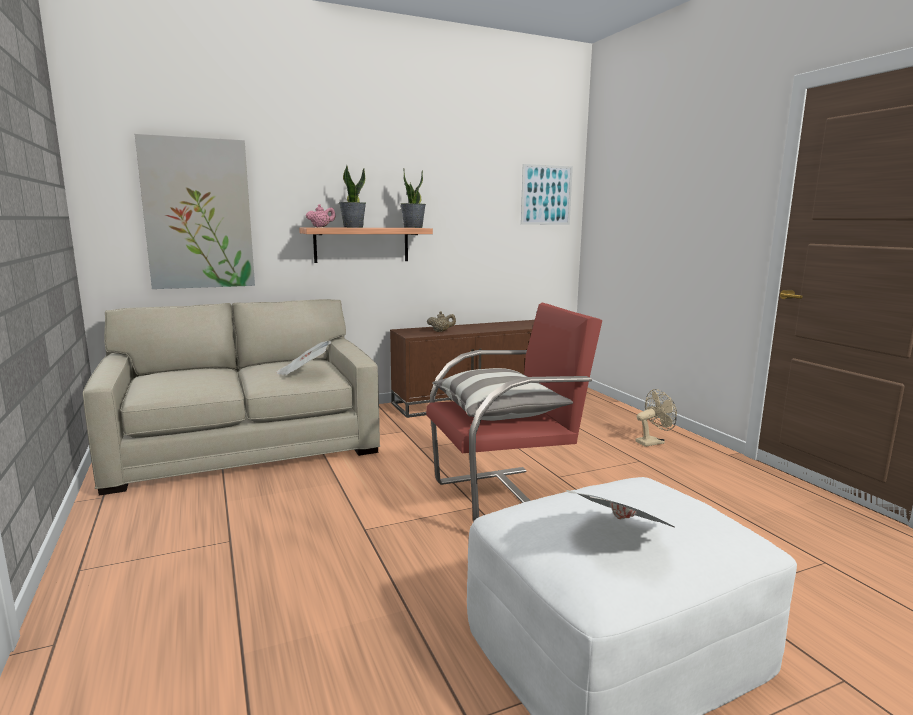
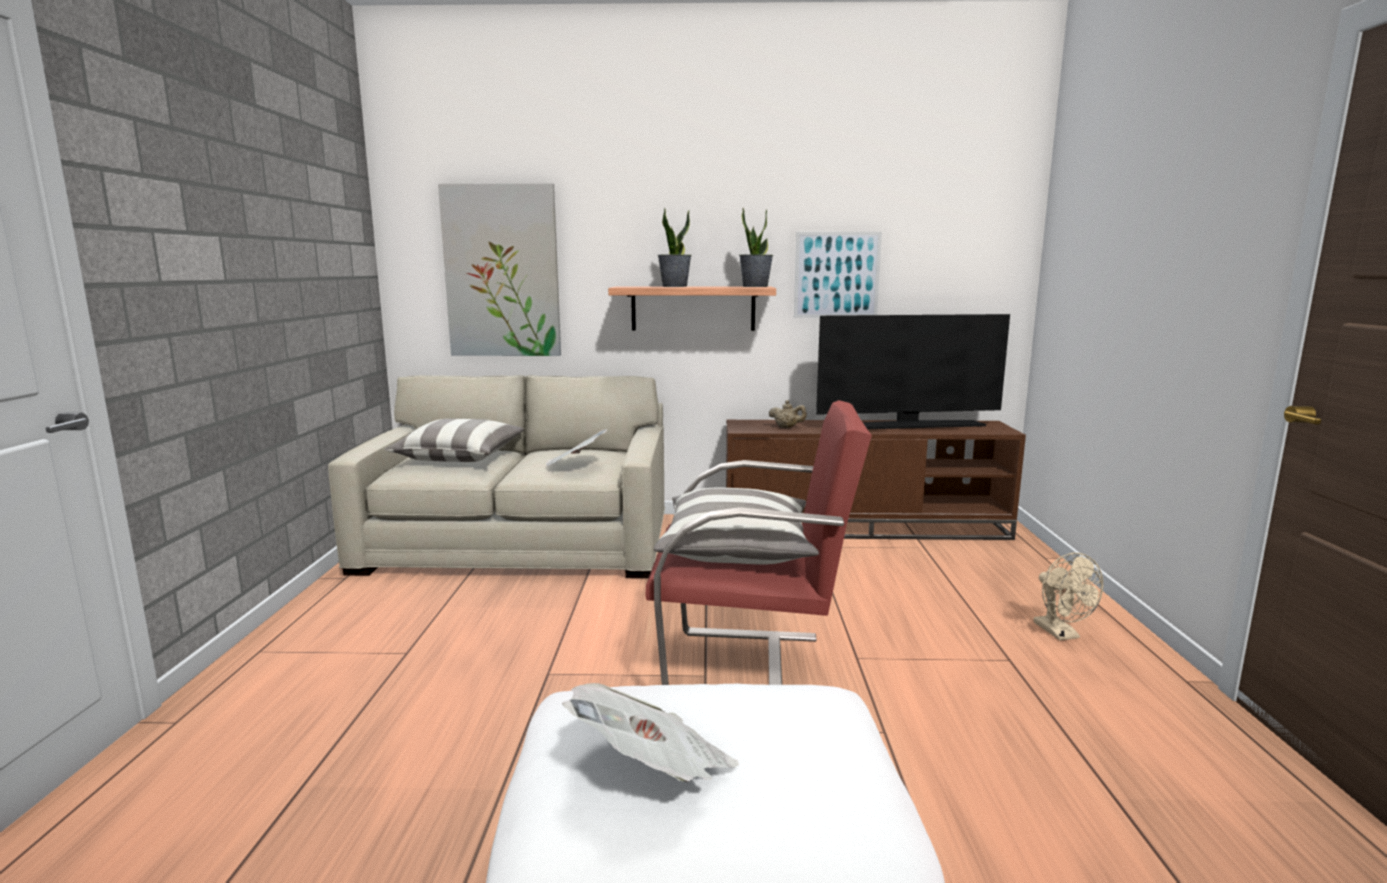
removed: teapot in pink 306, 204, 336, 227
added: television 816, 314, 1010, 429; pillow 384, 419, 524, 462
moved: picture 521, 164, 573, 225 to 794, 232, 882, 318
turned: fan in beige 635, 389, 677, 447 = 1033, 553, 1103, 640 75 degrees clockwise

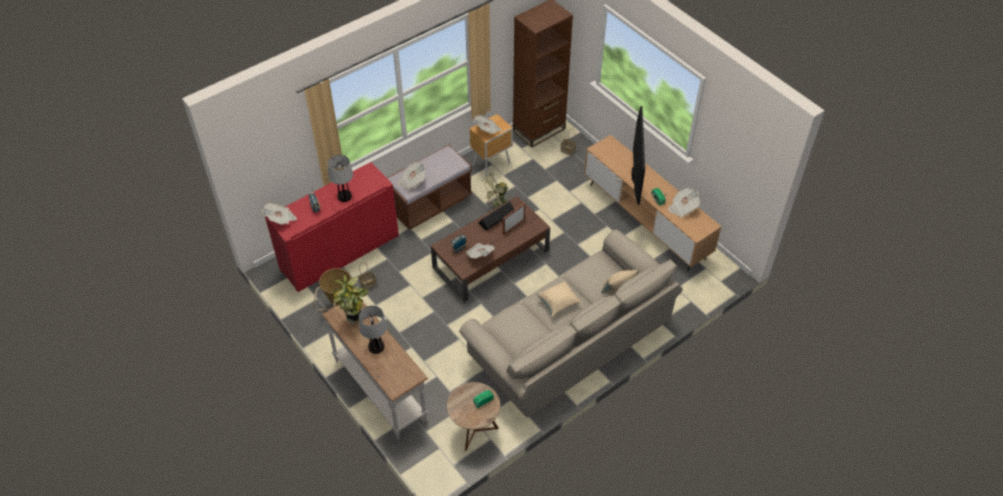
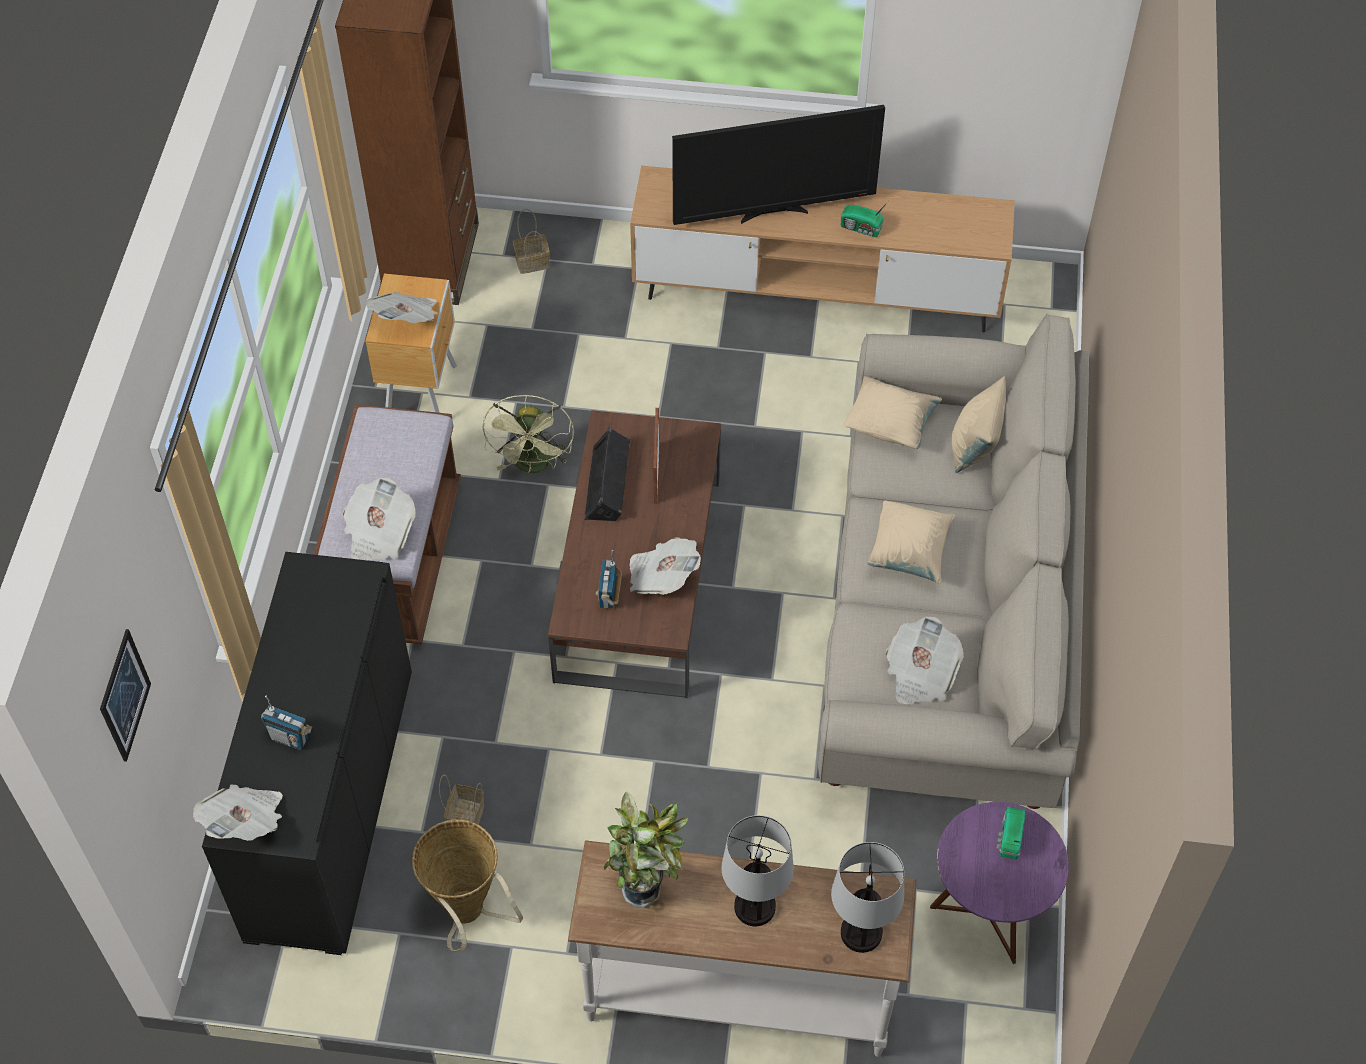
added: pillow in beige 843, 376, 942, 449; picture 100, 629, 151, 762
moved: table lamp 328, 155, 353, 202 to 831, 842, 904, 953; newspaper 668, 188, 700, 218 to 886, 616, 964, 704
recoloured: cabinet in red 265, 162, 399, 292 to cabinet in black 202, 552, 412, 955; side table in brown 447, 382, 500, 451 to side table in purple 930, 802, 1069, 964
turned: television 632, 106, 645, 205 = 672, 105, 885, 225 120 degrees clockwise

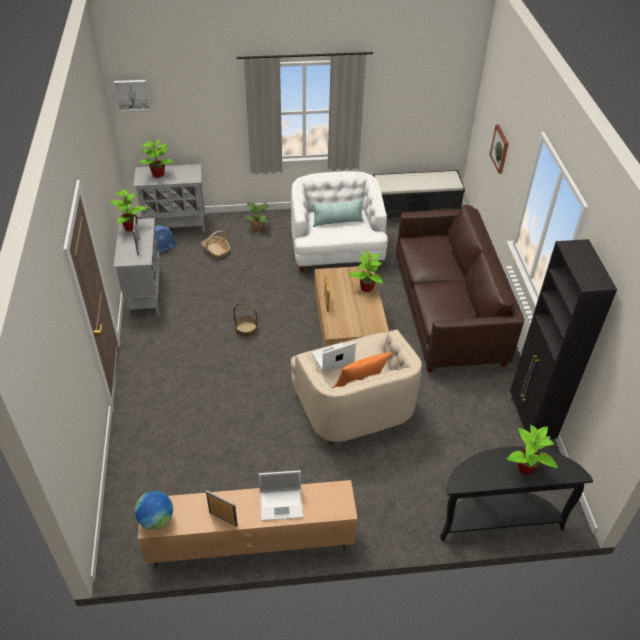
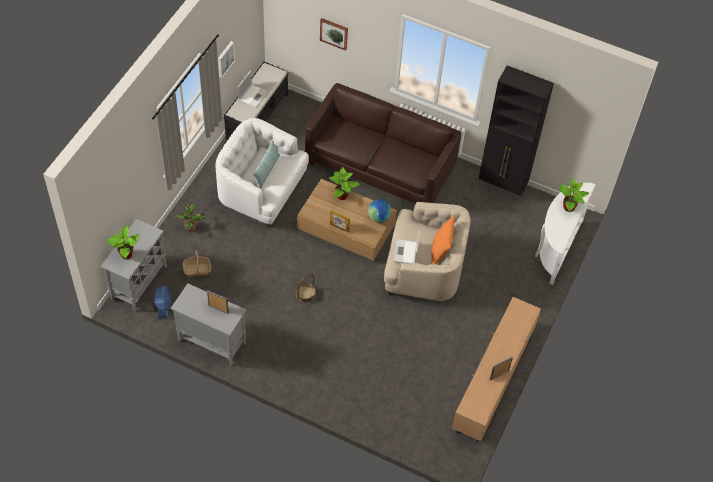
removed: potted plant 109, 188, 148, 232
moved: picture 114, 80, 150, 111 to 218, 41, 235, 78; laptop 259, 470, 303, 521 to 237, 71, 268, 108; globe 135, 491, 173, 530 to 368, 199, 391, 223
recoloured: console table in black 440, 446, 593, 541 to console table in white 535, 183, 596, 285

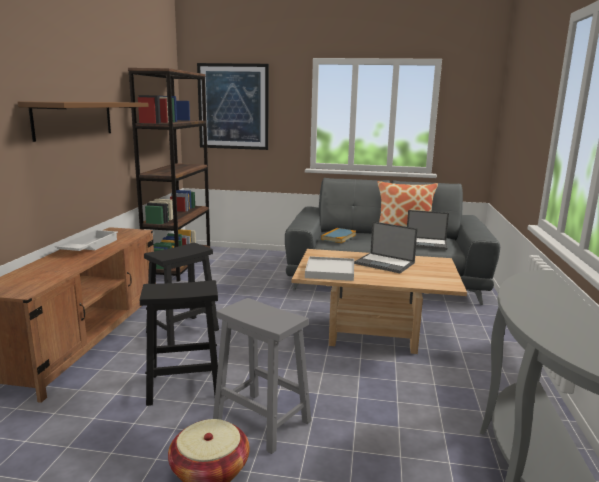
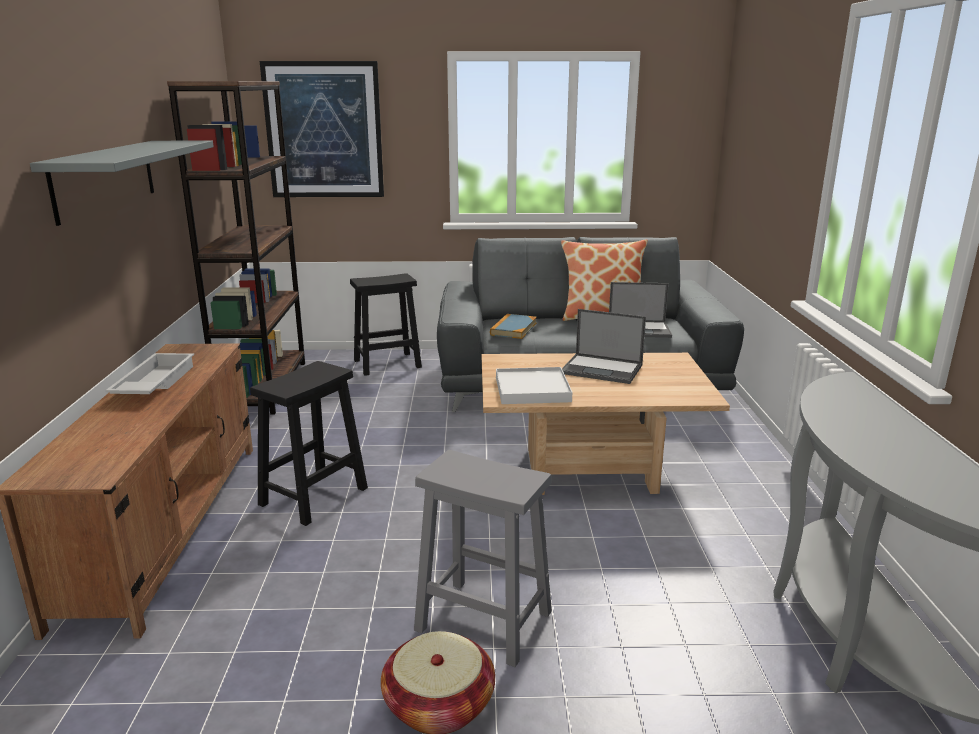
moved: stool in black 140, 280, 218, 406 to 350, 273, 422, 376
recoloured: shelf in brown 18, 102, 149, 142 to shelf in grey 30, 141, 214, 226

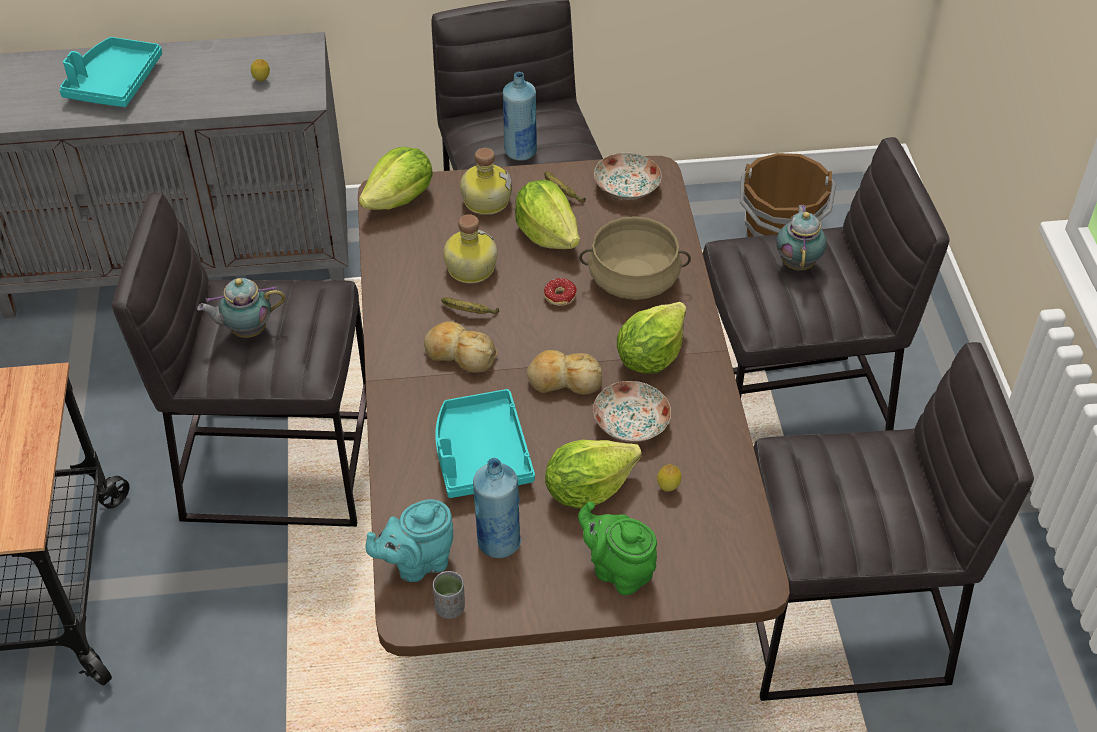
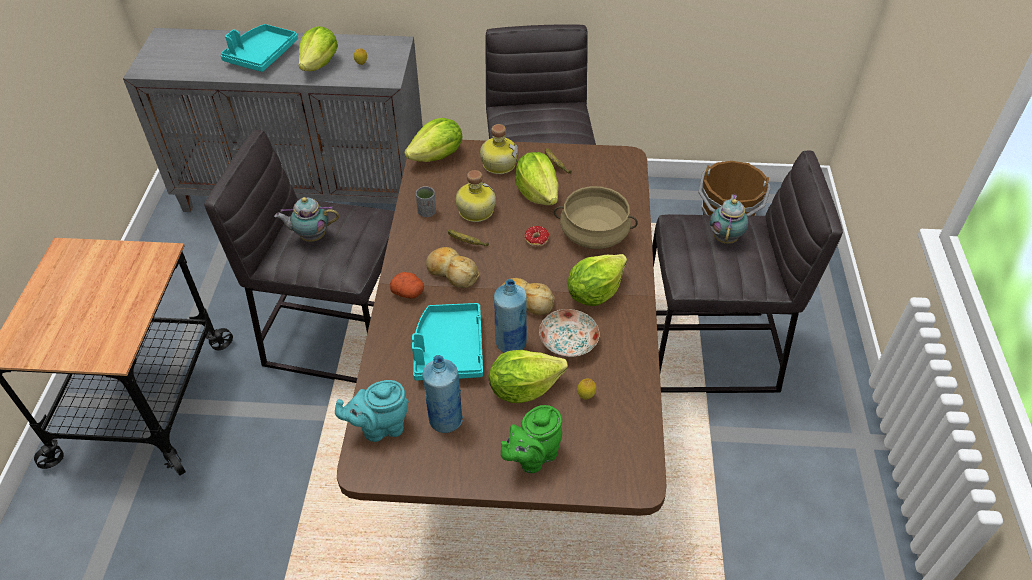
removed: plate 594, 153, 662, 200; stool in grey 754, 342, 1034, 701
added: lettuce 299, 26, 338, 71; potato 390, 272, 424, 298
moved: bottle in blue 503, 72, 537, 161 to 494, 279, 527, 353; cup in grey 433, 571, 465, 619 to 416, 186, 436, 217
turned: teapot in green 578, 501, 657, 595 = 501, 405, 562, 473 90 degrees counterclockwise

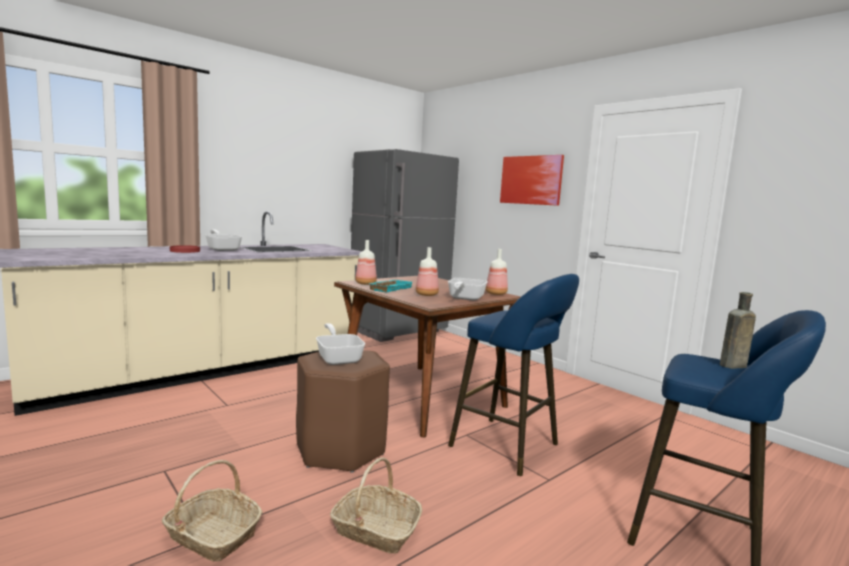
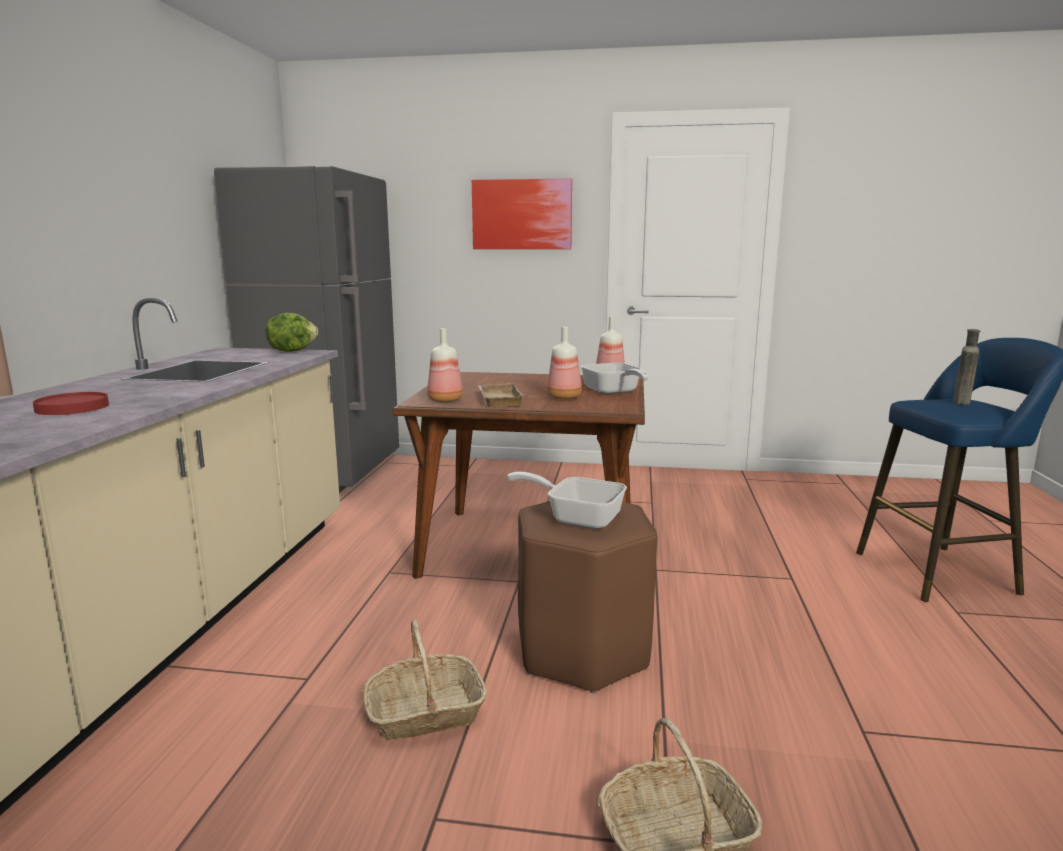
removed: frying pan 205, 229, 242, 251; stool in blue 448, 274, 579, 476
added: lettuce 266, 313, 318, 352
moved: basket 330, 457, 422, 554 to 363, 619, 487, 741
recoloured: tray in turquoise 368, 280, 412, 292 to tray in beige 478, 383, 524, 407

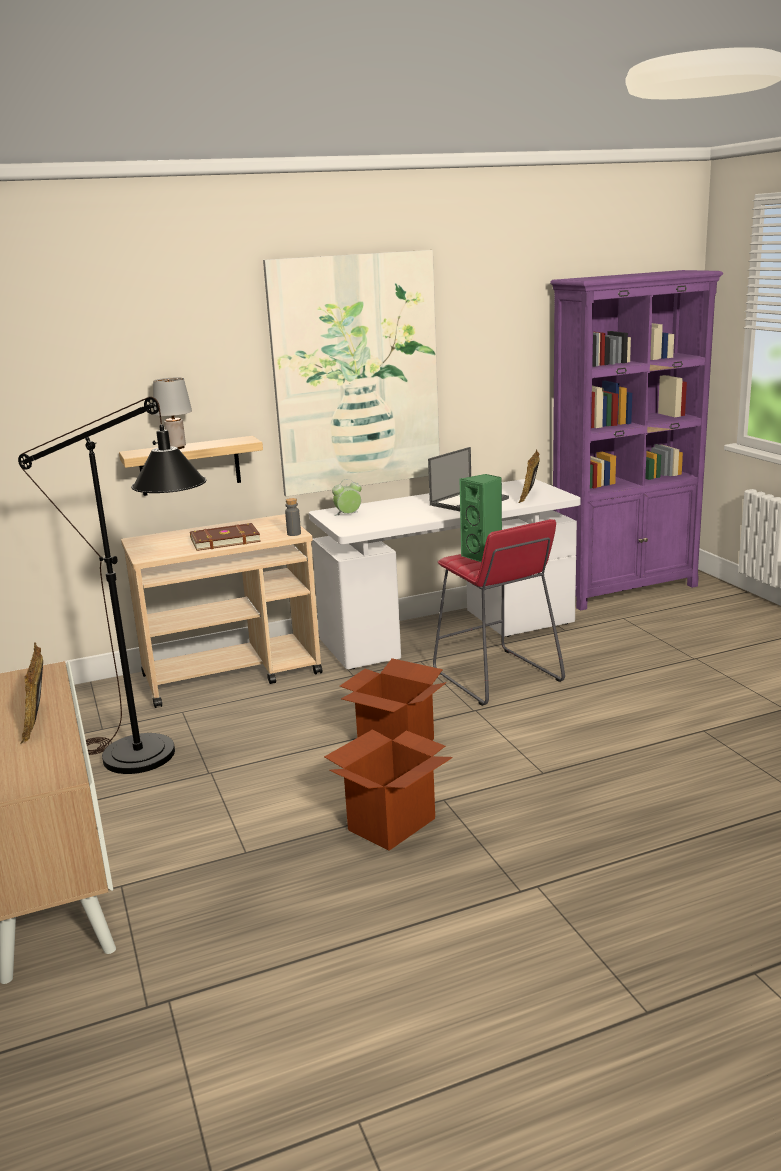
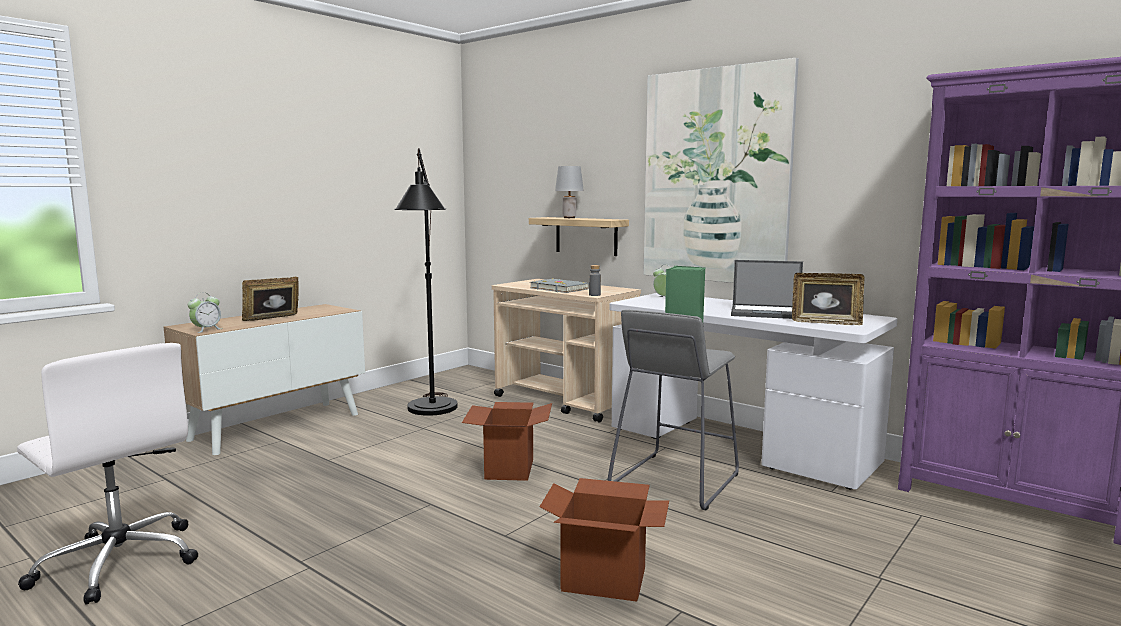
added: alarm clock 188, 292, 222, 333; office chair in white 17, 343, 198, 605
moved: cardboard box 324, 729, 453, 851 to 540, 478, 669, 602
recoloured: stool in red 433, 519, 565, 706 to stool in grey 607, 309, 739, 511; book in brown 190, 523, 261, 551 to book in grey 530, 278, 589, 293
turned: picture frame 518, 449, 540, 503 = 792, 273, 865, 325 150 degrees counterclockwise

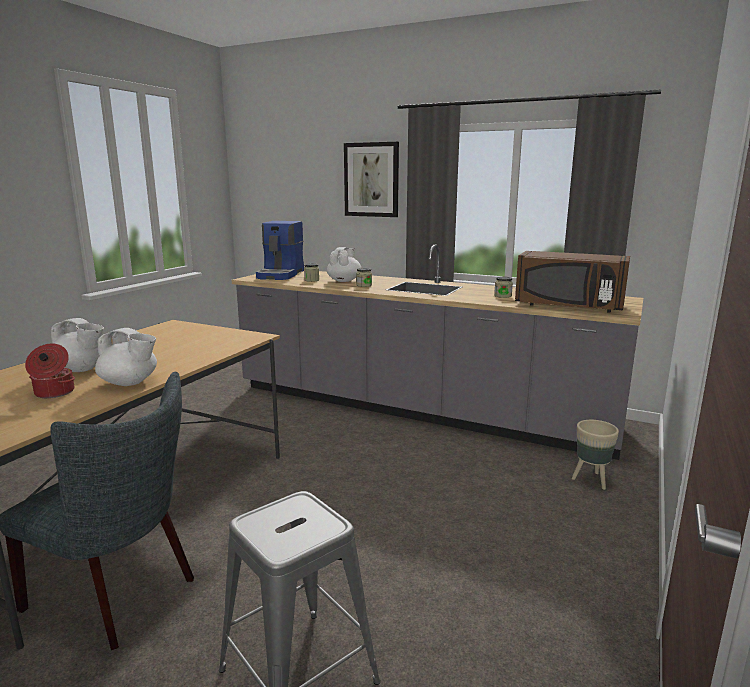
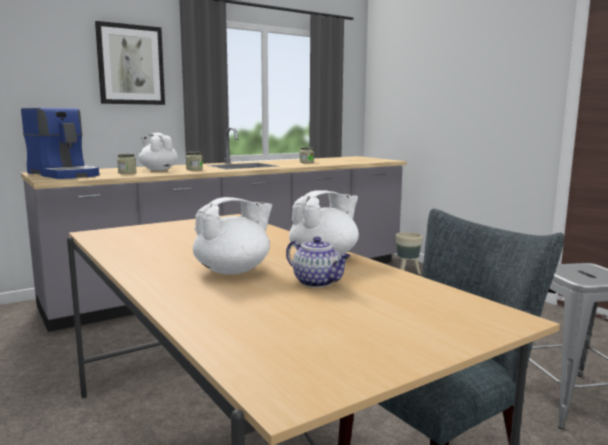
removed: microwave in brown 515, 251, 630, 313
replaced: cooking pot 25, 343, 75, 398 to teapot 286, 236, 351, 288

